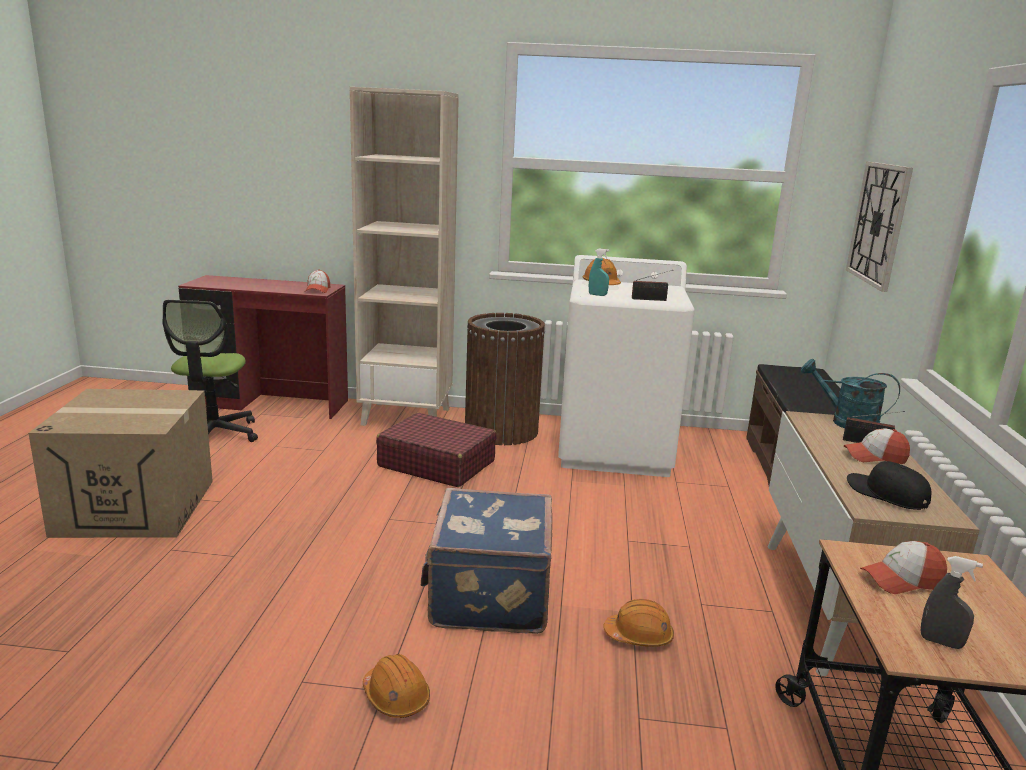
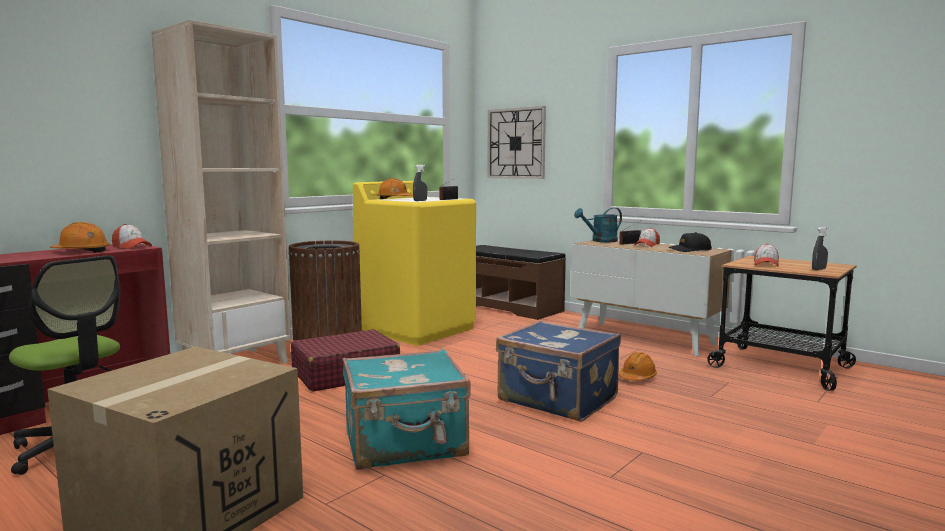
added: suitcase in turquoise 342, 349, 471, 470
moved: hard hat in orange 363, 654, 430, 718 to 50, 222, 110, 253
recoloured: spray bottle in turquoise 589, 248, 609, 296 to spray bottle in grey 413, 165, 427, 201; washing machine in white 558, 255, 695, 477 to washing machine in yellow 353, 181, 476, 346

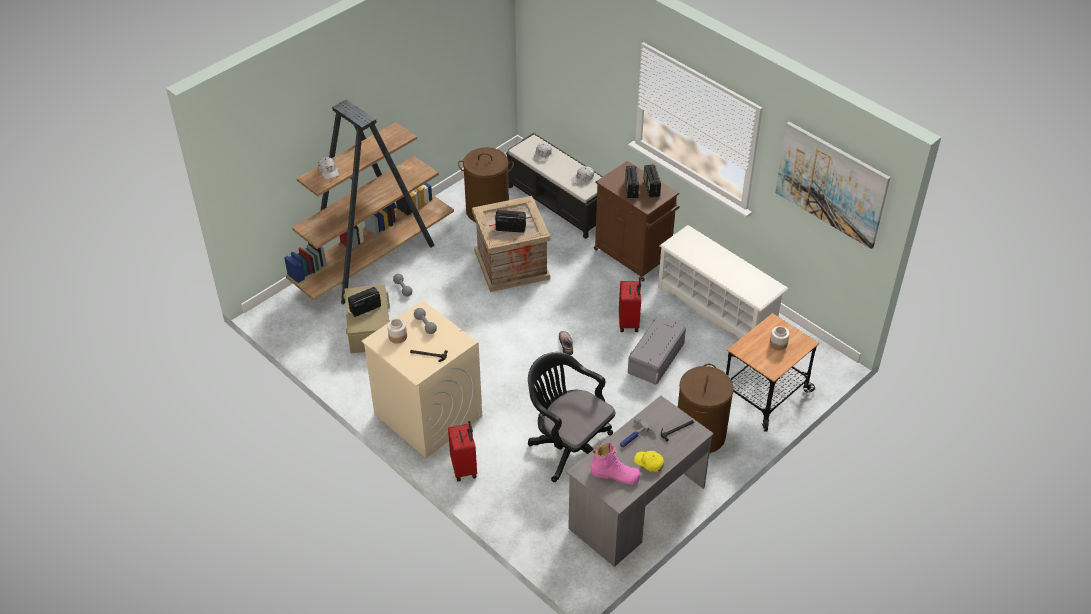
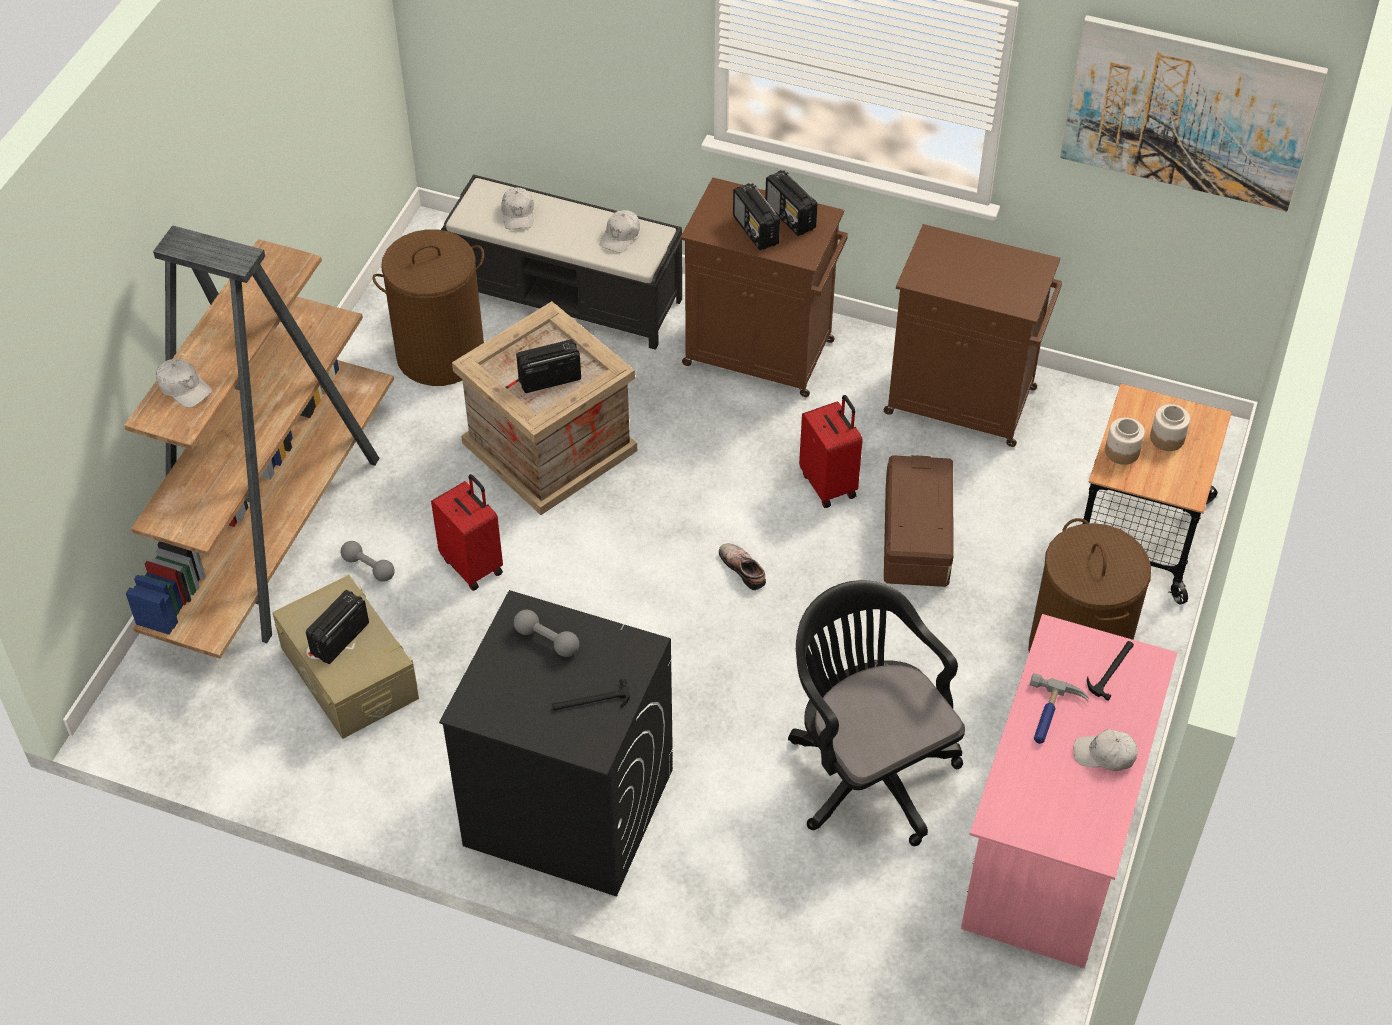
removed: boot in pink 591, 443, 641, 485
moved: jar 387, 318, 407, 344 to 1105, 418, 1145, 465; suitcase in red 448, 421, 477, 482 to 431, 474, 503, 591
replaced: shoe rack in white 658, 225, 788, 339 to cabinet in brown 884, 224, 1062, 447
recoloured: washing machine in beige 361, 300, 482, 458 to washing machine in black 439, 590, 673, 897; storage box in grey 628, 316, 686, 385 to storage box in brown 884, 455, 954, 587; desk in grey 566, 396, 714, 567 to desk in pink 961, 614, 1178, 968; cap in yellow 634, 451, 664, 472 to cap in white 1073, 729, 1138, 771
turned: office chair in black 528, 352, 615, 482 = 788, 580, 965, 846 45 degrees clockwise

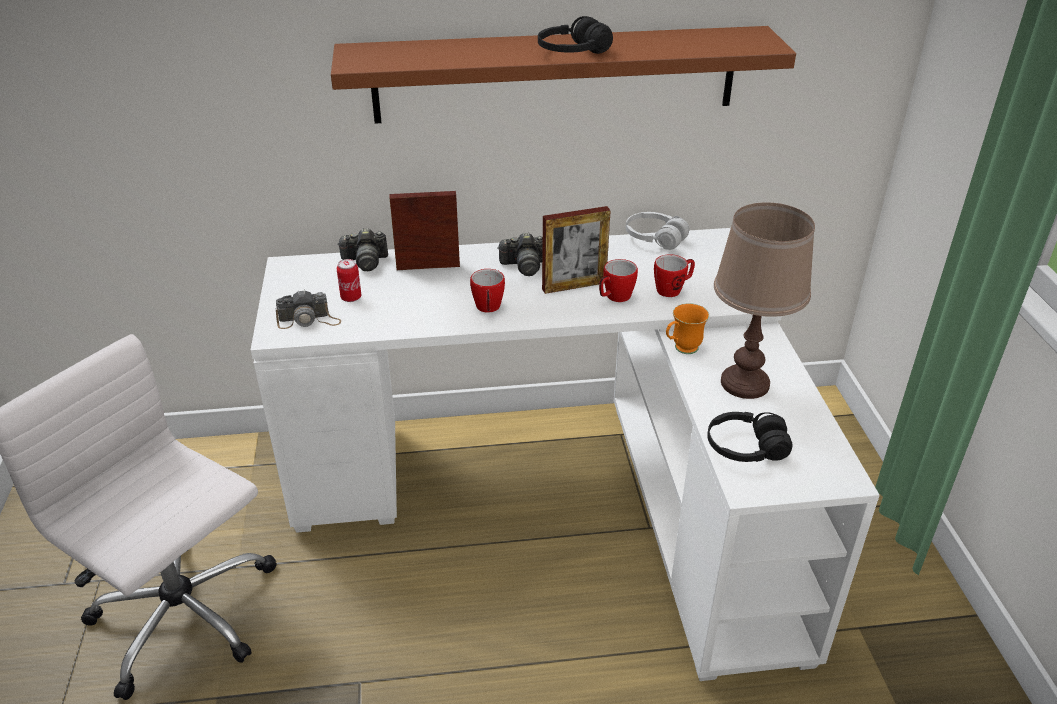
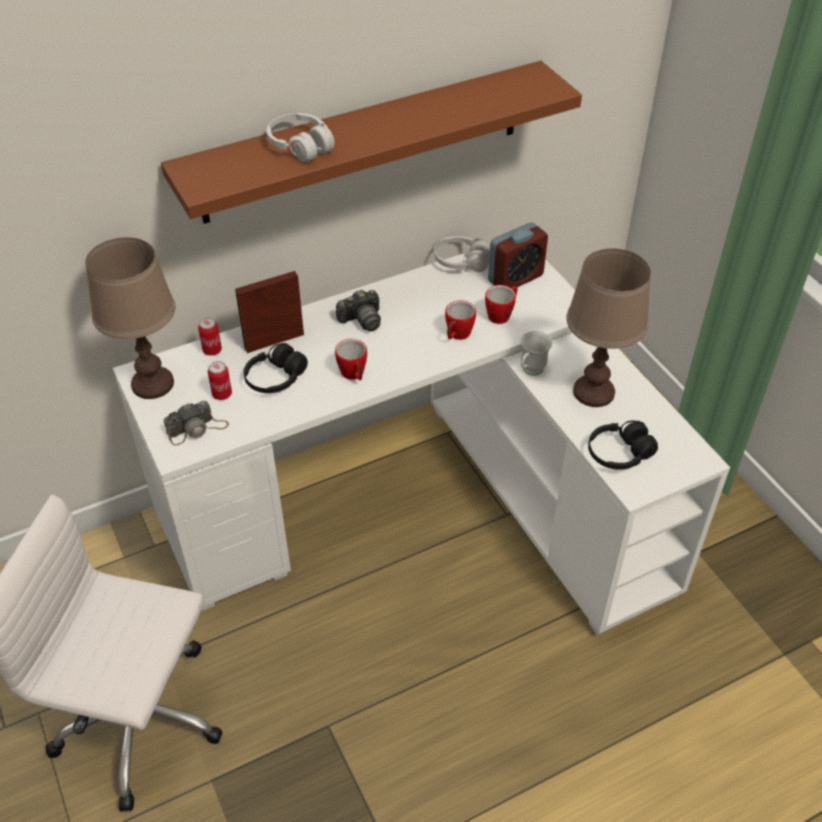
removed: picture frame 542, 206, 611, 294
added: headphones in white 267, 113, 335, 162; alarm clock 488, 222, 548, 288; table lamp in brown 85, 237, 175, 399
moved: headphones in black 538, 16, 613, 54 to 244, 343, 308, 393
replaced: photo camera 337, 228, 388, 271 to can 198, 318, 222, 356
recoloured: mug in orange 666, 303, 709, 354 to mug in white 520, 331, 552, 376

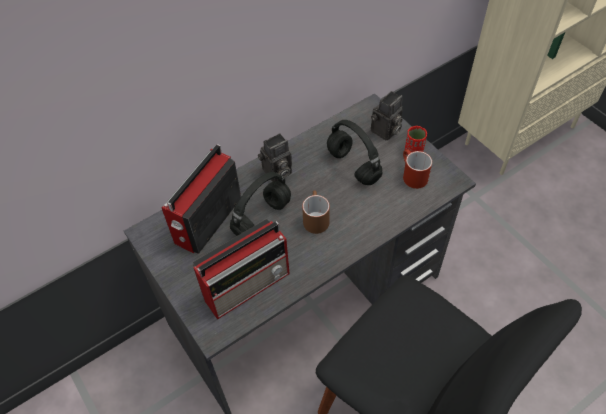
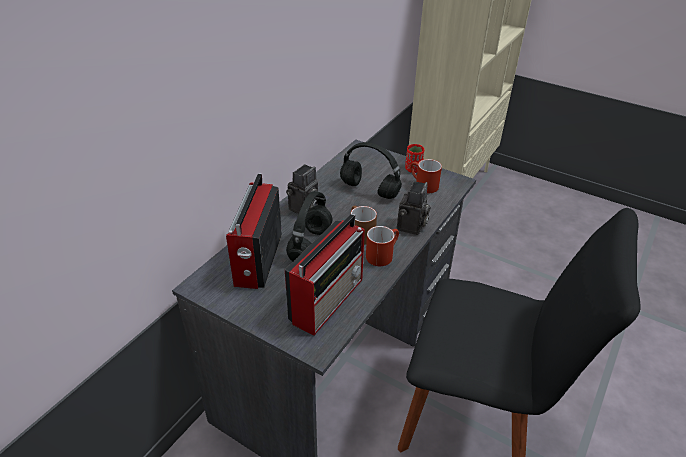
added: mug in red 366, 226, 399, 266
moved: photo camera 371, 91, 403, 141 to 397, 181, 431, 235

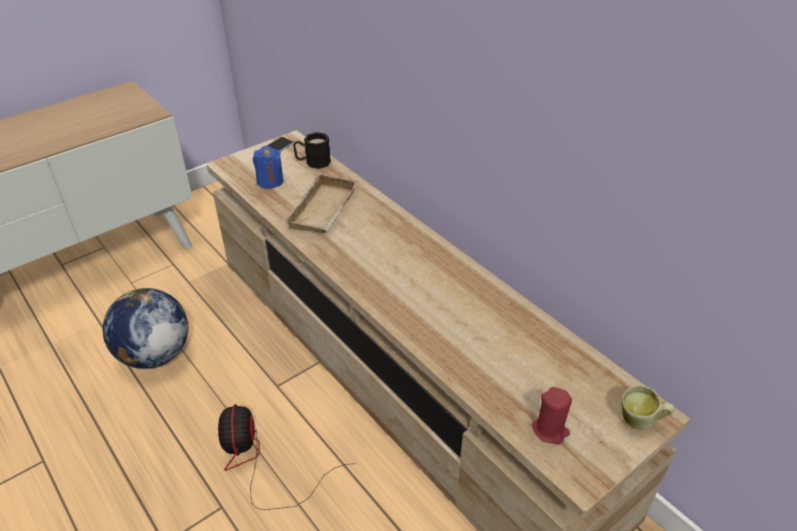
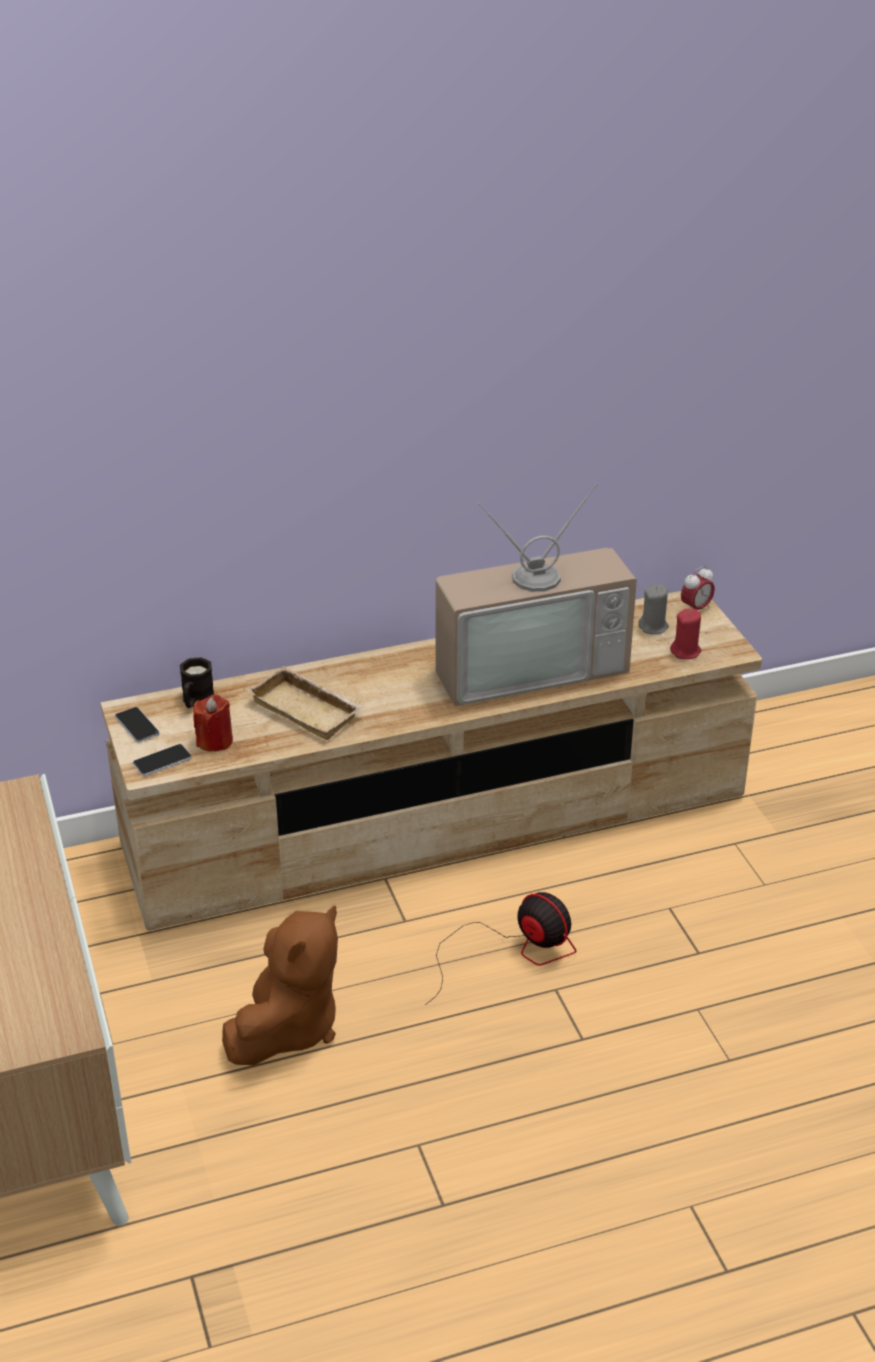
added: television 435, 483, 637, 706; candle in grey 638, 585, 669, 634; phone 133, 744, 192, 776
replaced: globe 102, 288, 188, 369 to plush toy in brown 222, 906, 338, 1065; mug 622, 385, 674, 430 to alarm clock 681, 566, 715, 610
recoloured: candle in blue 253, 146, 283, 188 to candle in red 193, 694, 233, 752
turned: fan 218, 404, 356, 510 = 425, 892, 576, 1005 150 degrees counterclockwise

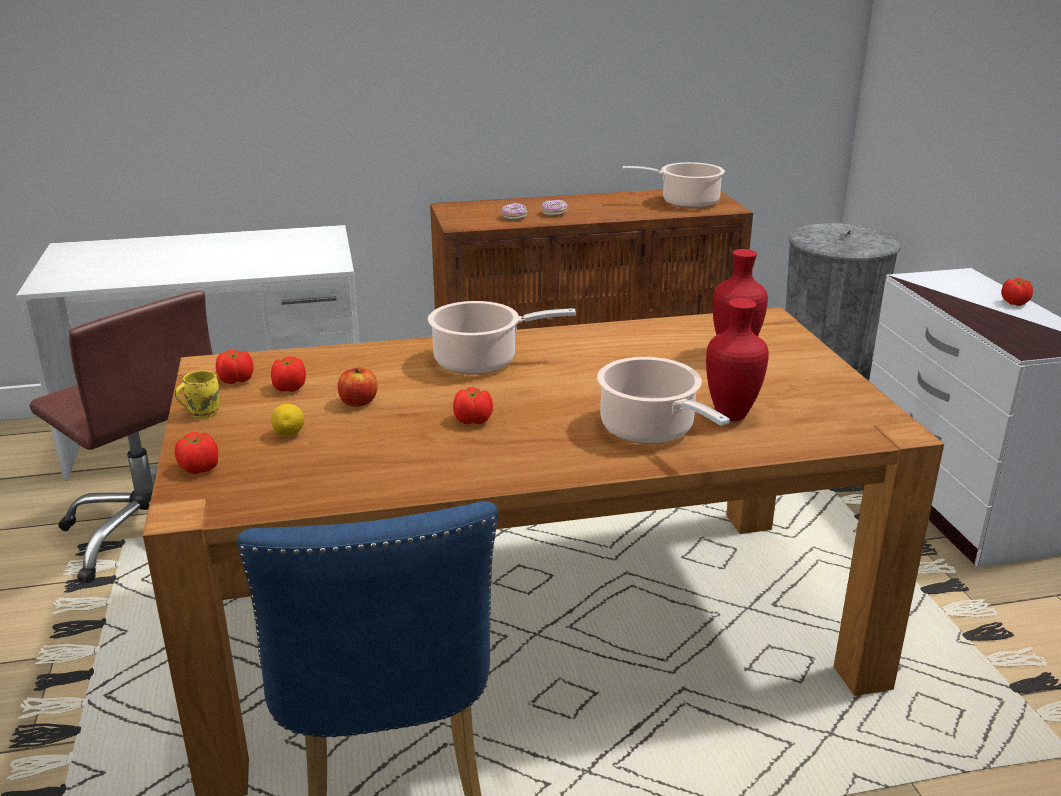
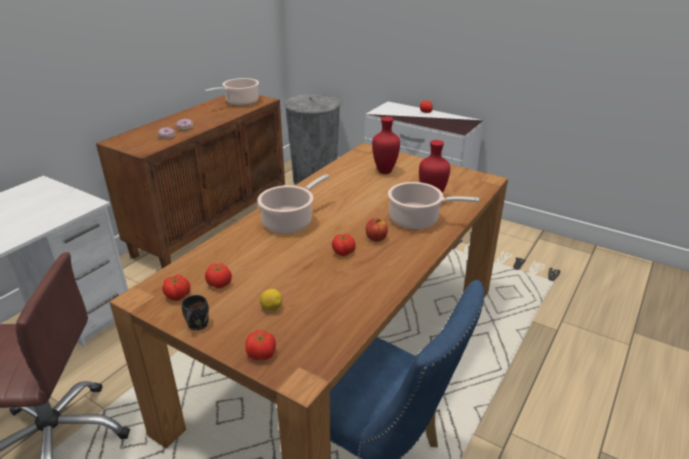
moved: apple 338, 367, 378, 407 to 366, 218, 388, 242
recoloured: mug in yellow 175, 370, 219, 419 to mug in black 182, 295, 209, 330

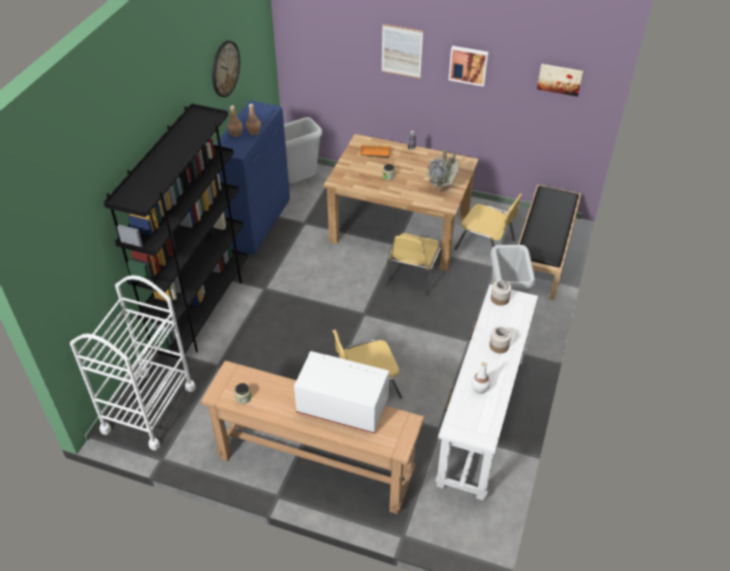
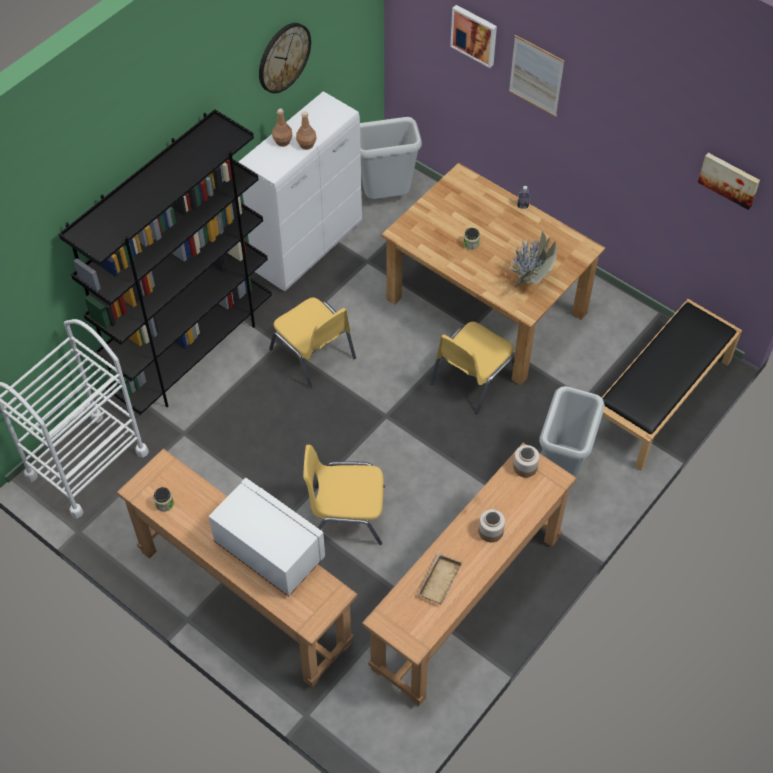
removed: tray in orange 359, 145, 392, 158
moved: picture 449, 46, 489, 87 to 450, 5, 497, 68; chair in yellow 455, 193, 522, 250 to 269, 297, 356, 389
replaced: bottle in white 471, 362, 491, 394 to tray in beige 418, 553, 462, 604
recoloured: cabinet in blue 215, 100, 290, 255 to cabinet in white 239, 91, 362, 292; console table in white 435, 284, 538, 501 to console table in brown 362, 443, 576, 706

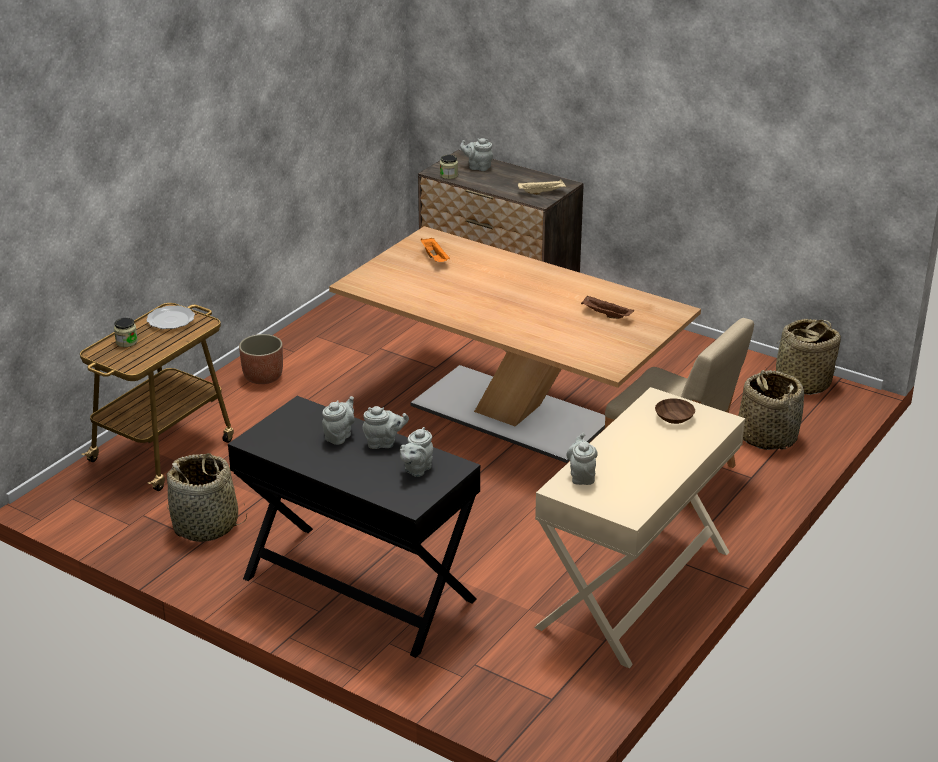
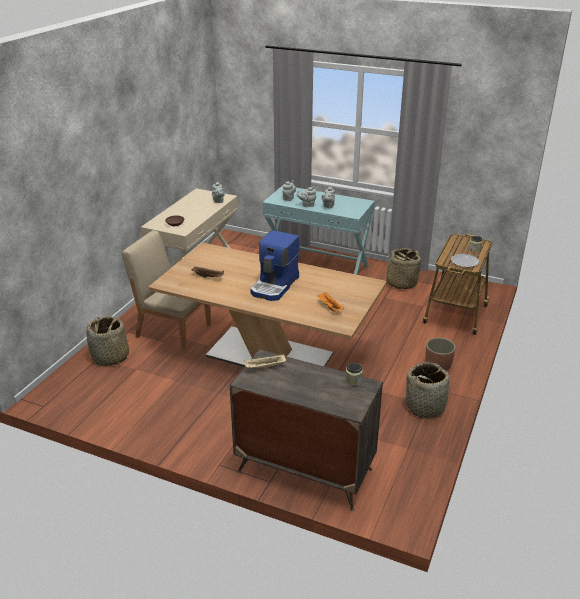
removed: teapot in grey 460, 138, 493, 171
added: coffee machine 250, 230, 300, 301
moved: basket 766, 319, 841, 395 to 405, 361, 452, 418
recoloured: console table in black 228, 396, 480, 658 to console table in turquoise 263, 185, 375, 275

